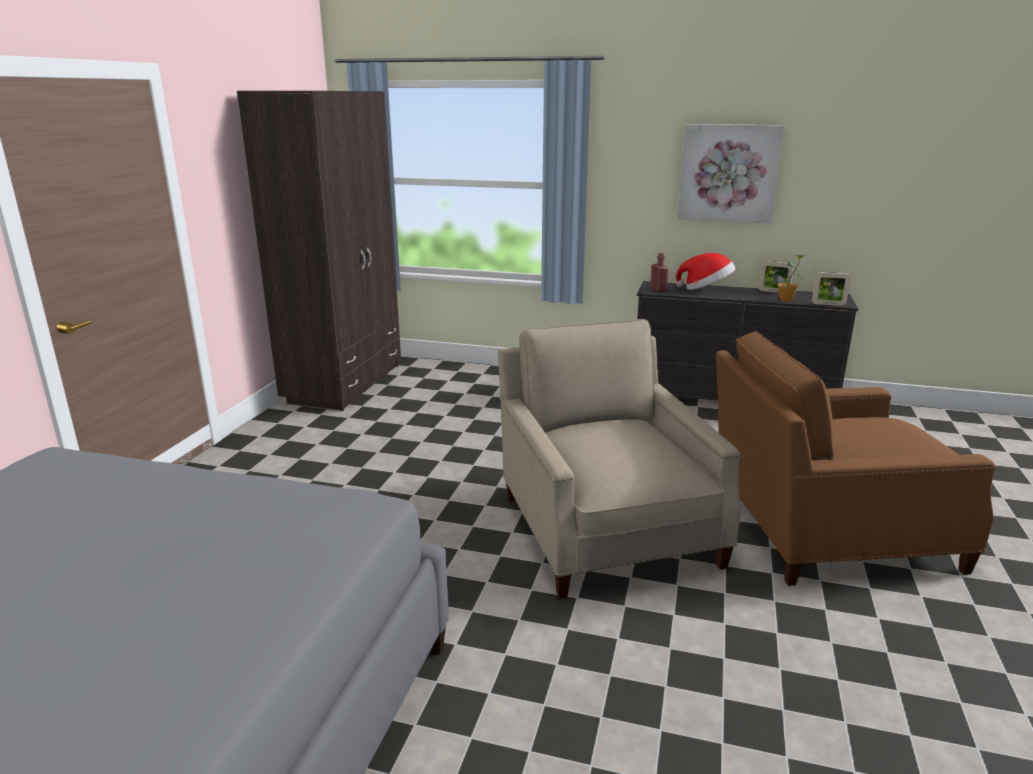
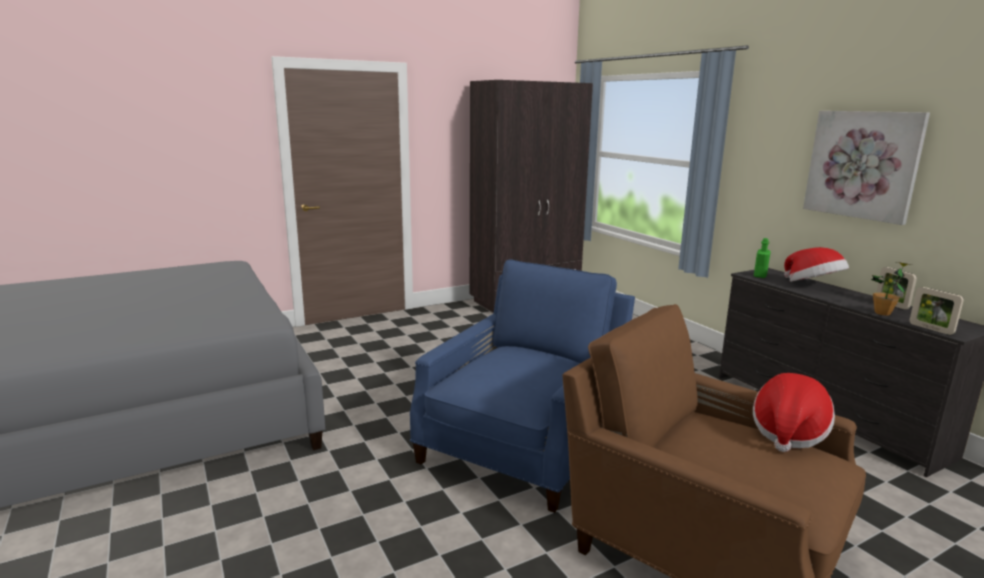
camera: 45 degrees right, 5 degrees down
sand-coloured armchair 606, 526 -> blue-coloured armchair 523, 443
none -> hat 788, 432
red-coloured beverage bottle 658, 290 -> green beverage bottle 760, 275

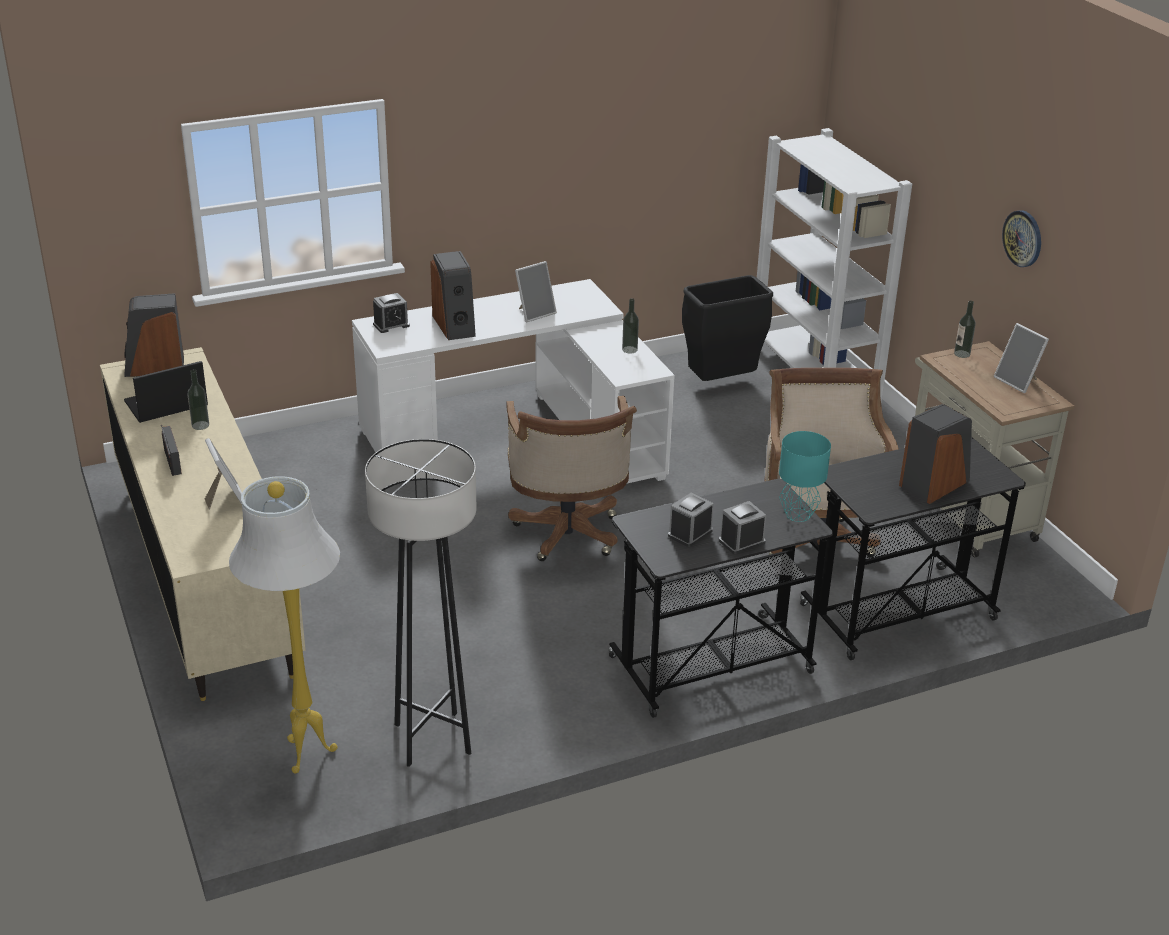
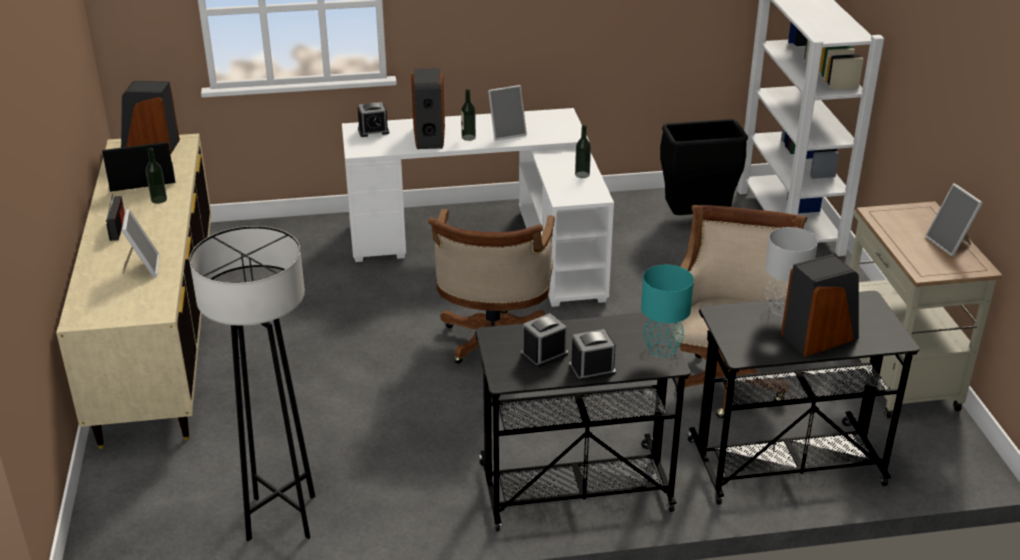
camera: 15 degrees right, 0 degrees up
beverage bottle 962, 354 -> beverage bottle 468, 137, shifted
none -> grey lamp for a table 782, 309
whitish floor lamp 304, 754 -> none
clock on the wall 1023, 238 -> none

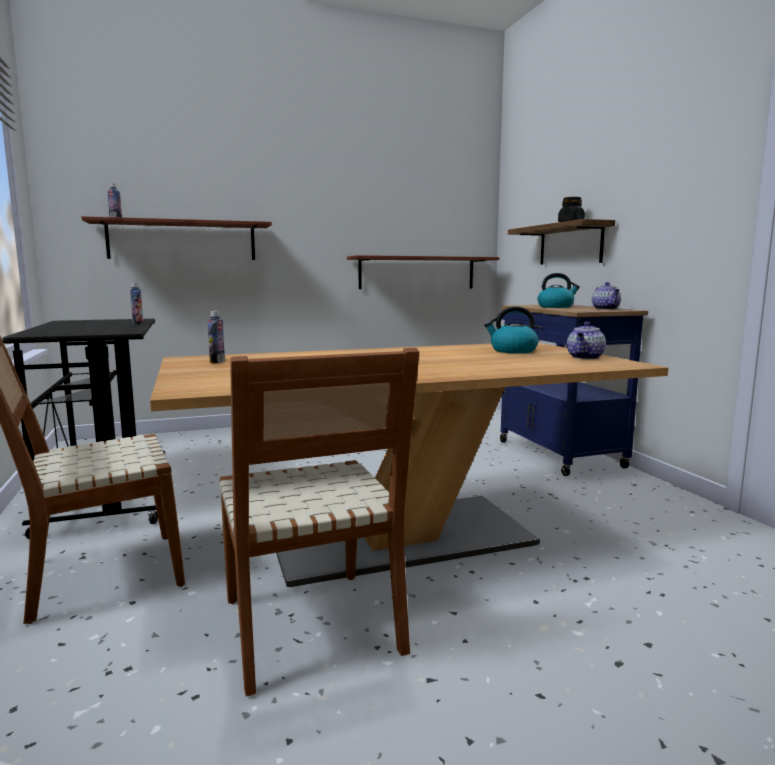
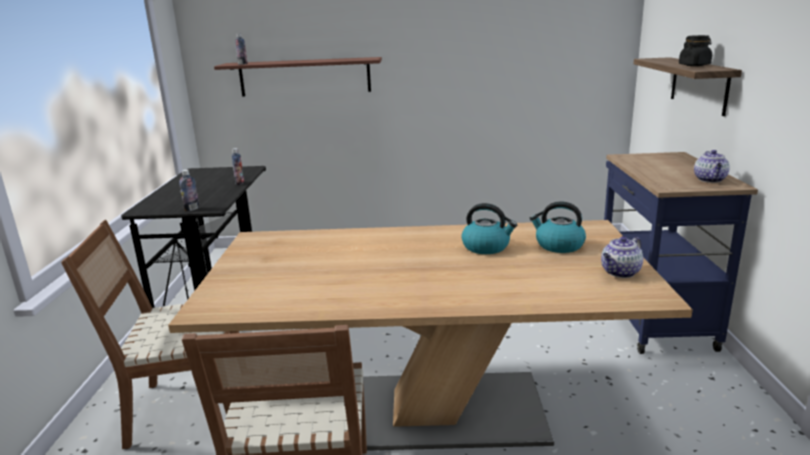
camera: 20 degrees right, 10 degrees up
beverage bottle 217, 362 -> beverage bottle 192, 209, shifted
tea kettle 556, 307 -> tea kettle 486, 247, shifted
bracket shelf 417, 273 -> none

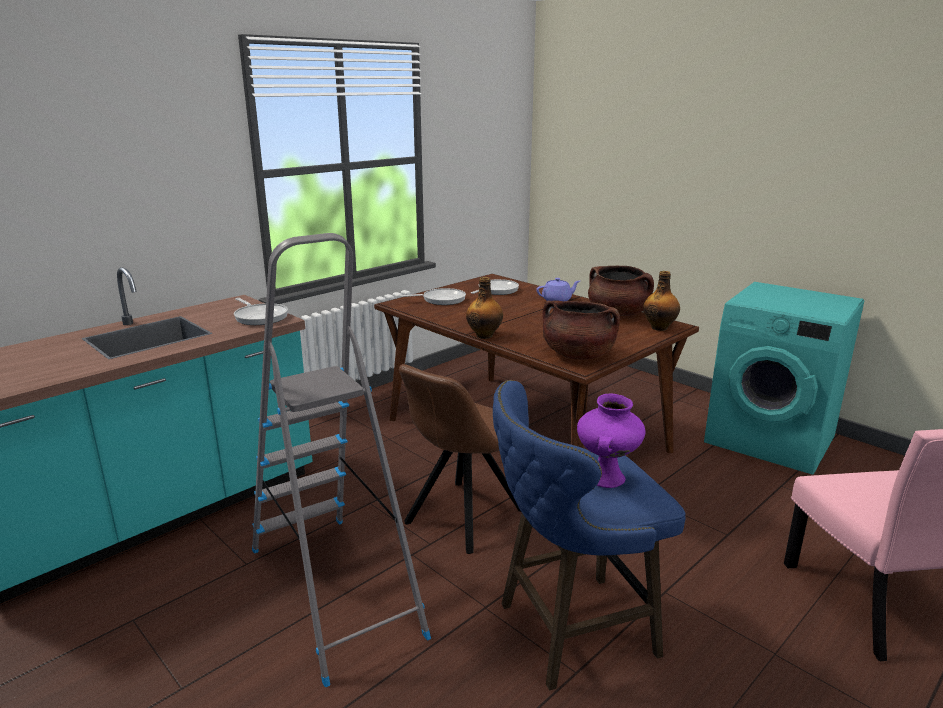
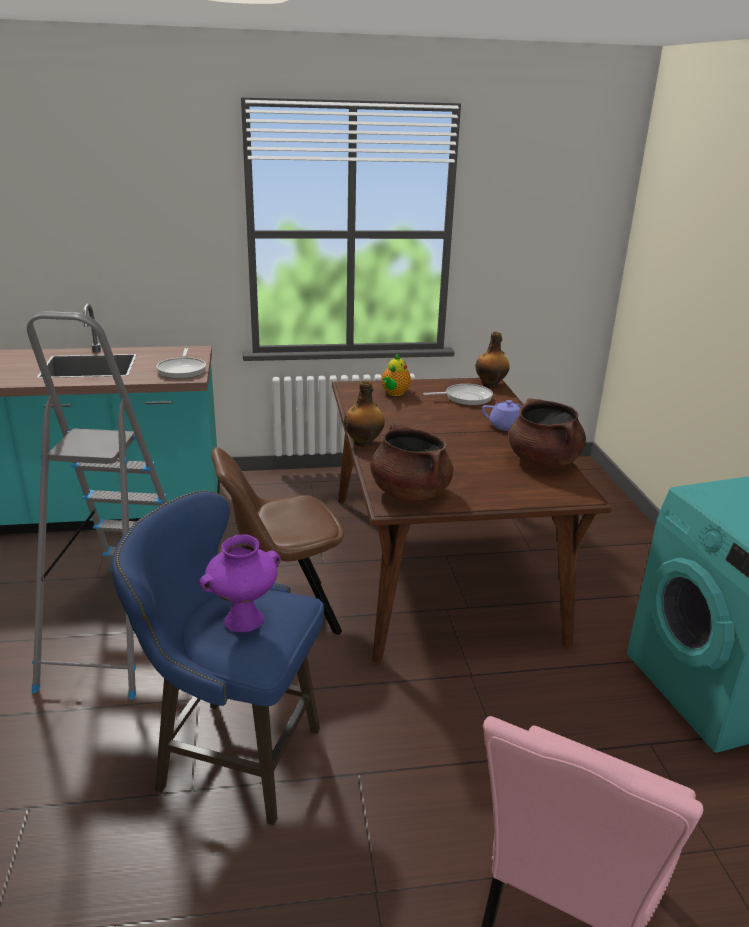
camera: 35 degrees right, 5 degrees up
skillet 441, 300 -> tea pot 394, 393
beverage bottle 659, 327 -> beverage bottle 491, 384, shifted

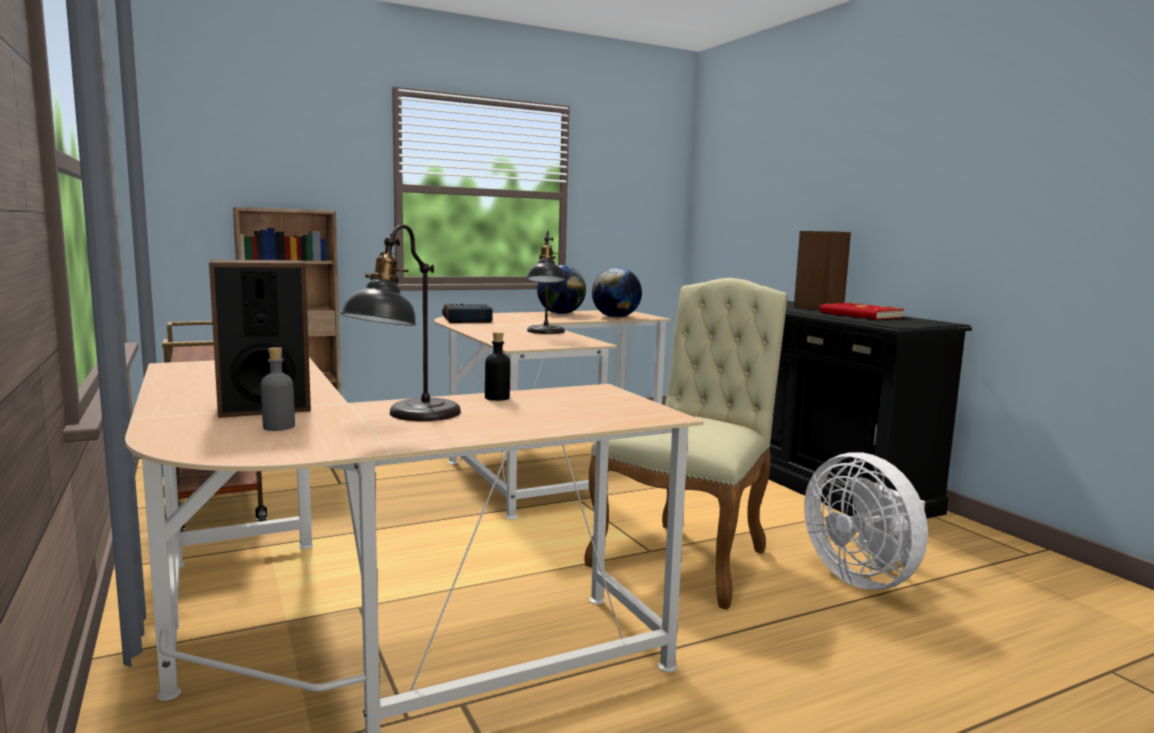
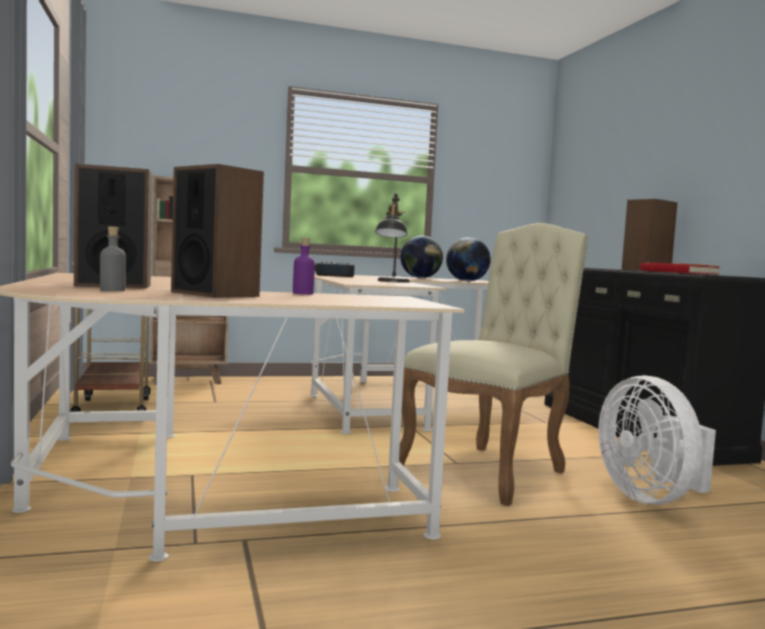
camera: 10 degrees right, 5 degrees down
grey lamp for a table 407, 419 -> audio speaker 215, 294
black beverage bottle 497, 398 -> purple-coloured beverage bottle 303, 293

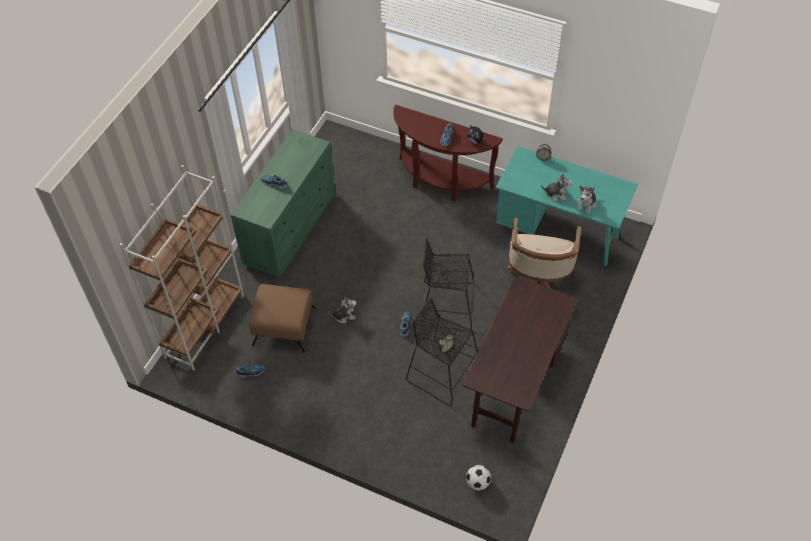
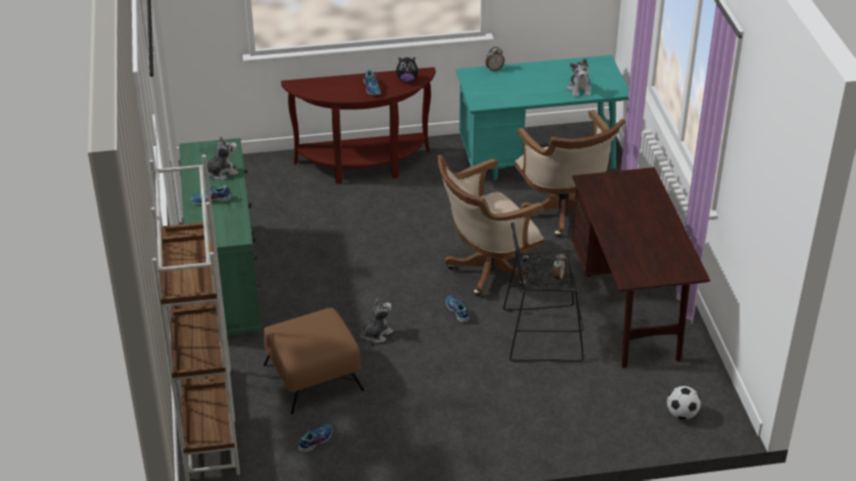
camera: 35 degrees left, 15 degrees down
cuddly toy 556, 194 -> cuddly toy 221, 172, shifted
black sitting stool 448, 305 -> computer chair 486, 272

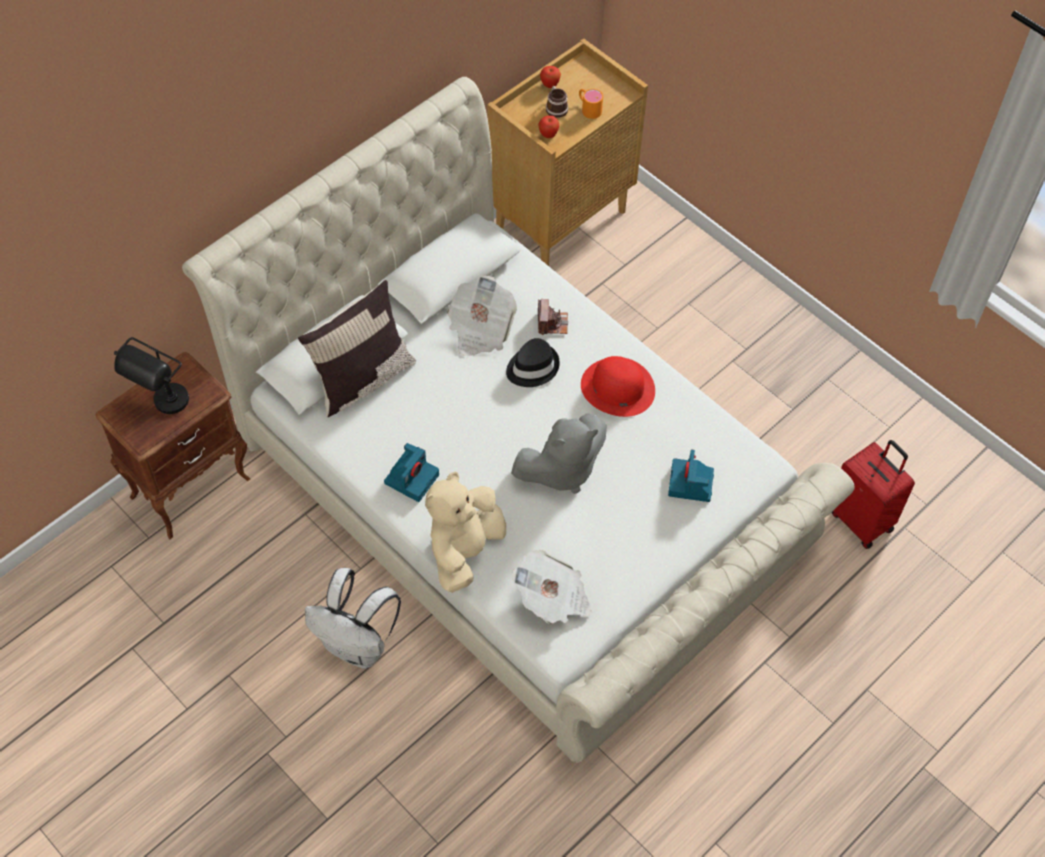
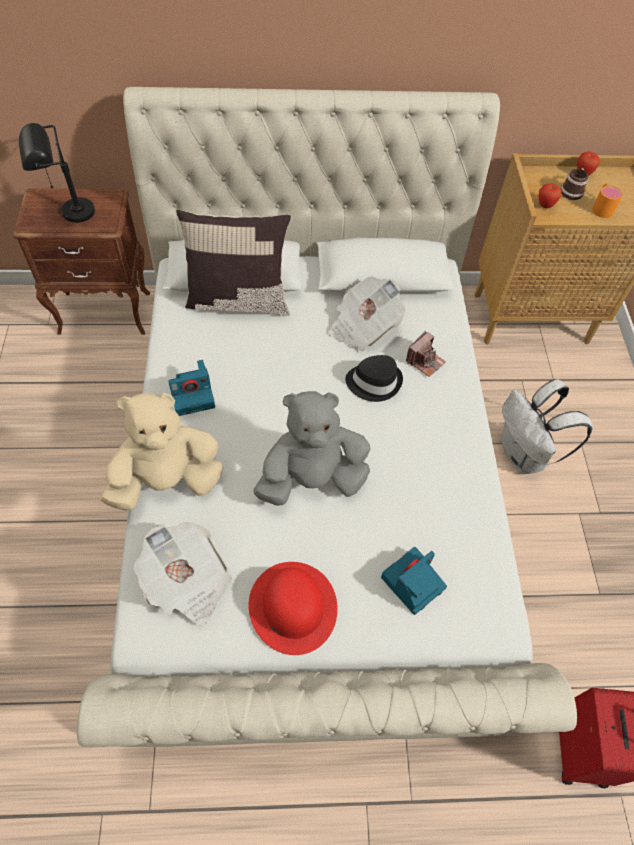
camera: 40 degrees right, 0 degrees up
red-coloured hat 617, 387 -> red-coloured hat 292, 606, shifted
grey cuddly toy 561, 469 -> grey cuddly toy 312, 479, 150 degrees clockwise
whitish backpack 358, 646 -> whitish backpack 524, 455, shifted

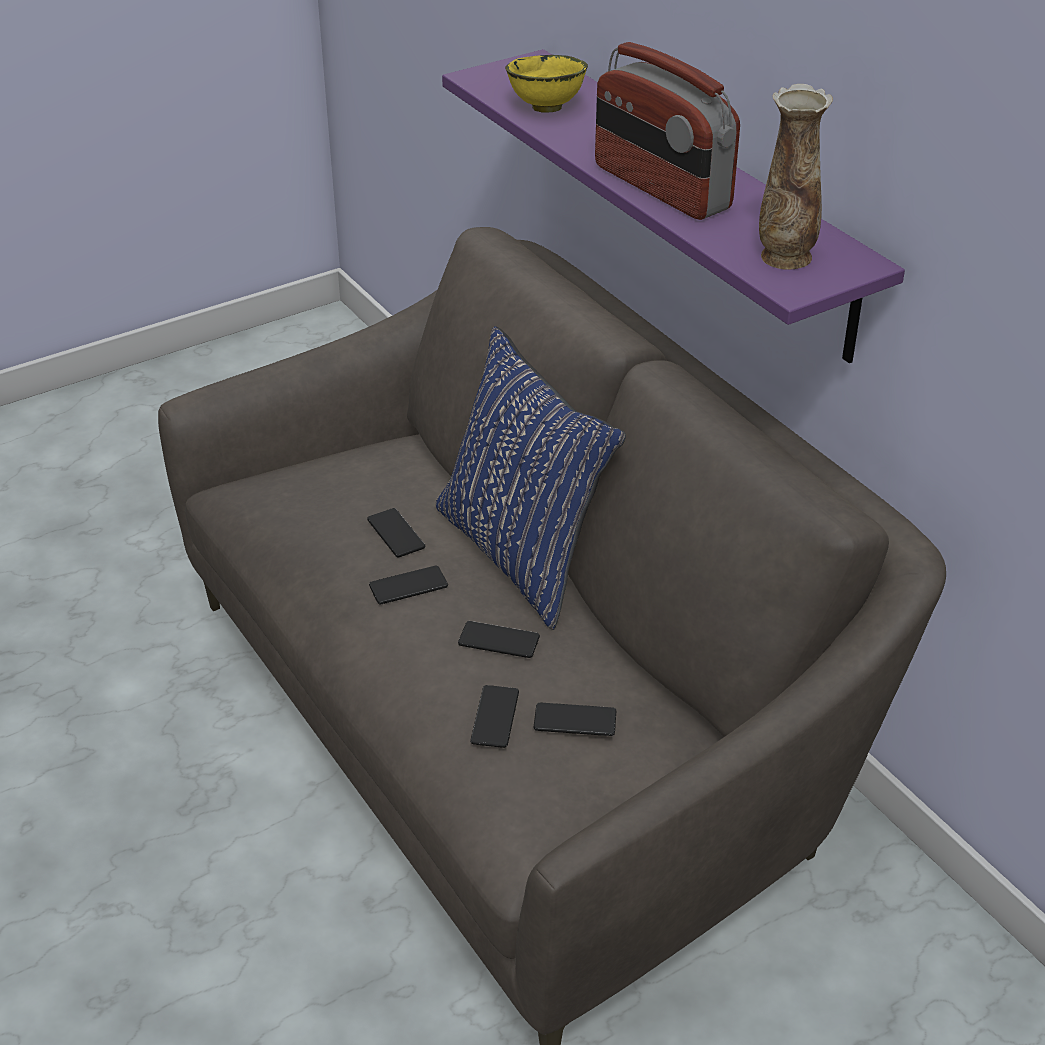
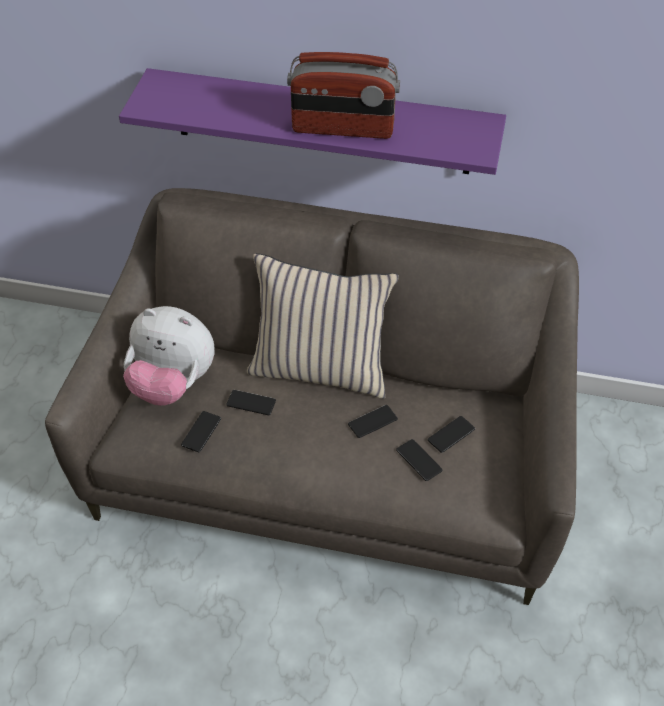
camera: 45 degrees left, 10 degrees up
none -> cuddly toy 172, 384
telephone 408, 586 -> telephone 201, 432, shifted
blue-coloured pillow 522, 553 -> sand-coloured pillow 320, 369
yellowish deep dish 544, 108 -> none
decorative vase 785, 258 -> none

